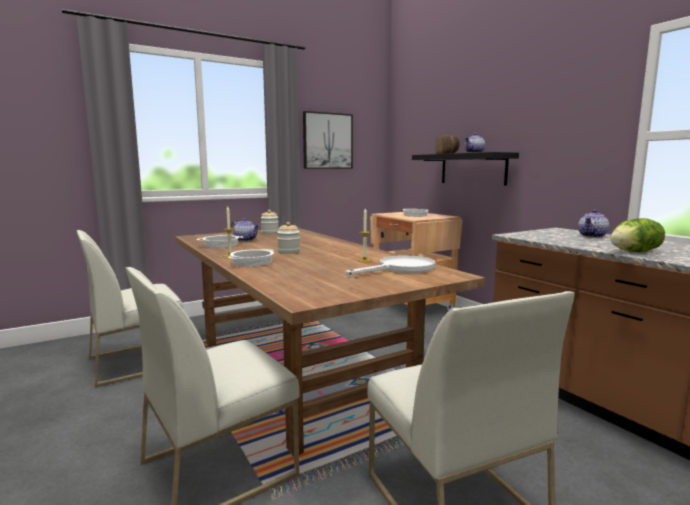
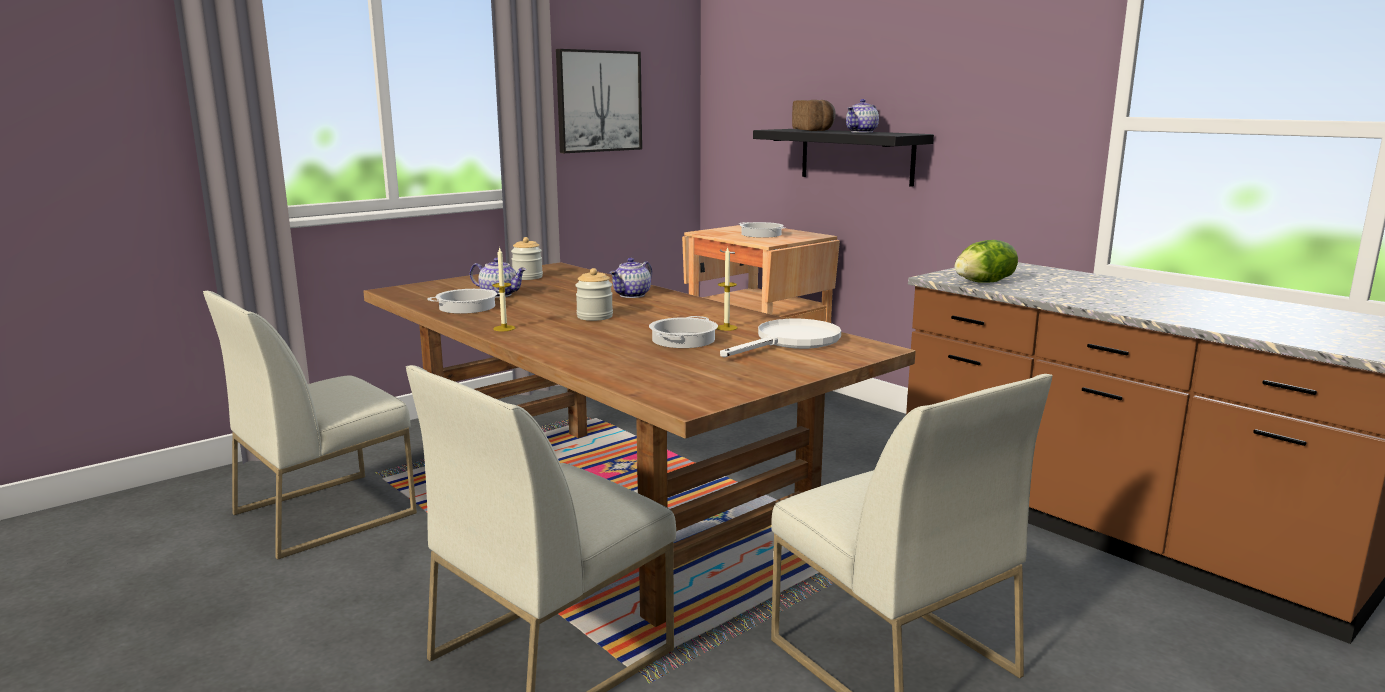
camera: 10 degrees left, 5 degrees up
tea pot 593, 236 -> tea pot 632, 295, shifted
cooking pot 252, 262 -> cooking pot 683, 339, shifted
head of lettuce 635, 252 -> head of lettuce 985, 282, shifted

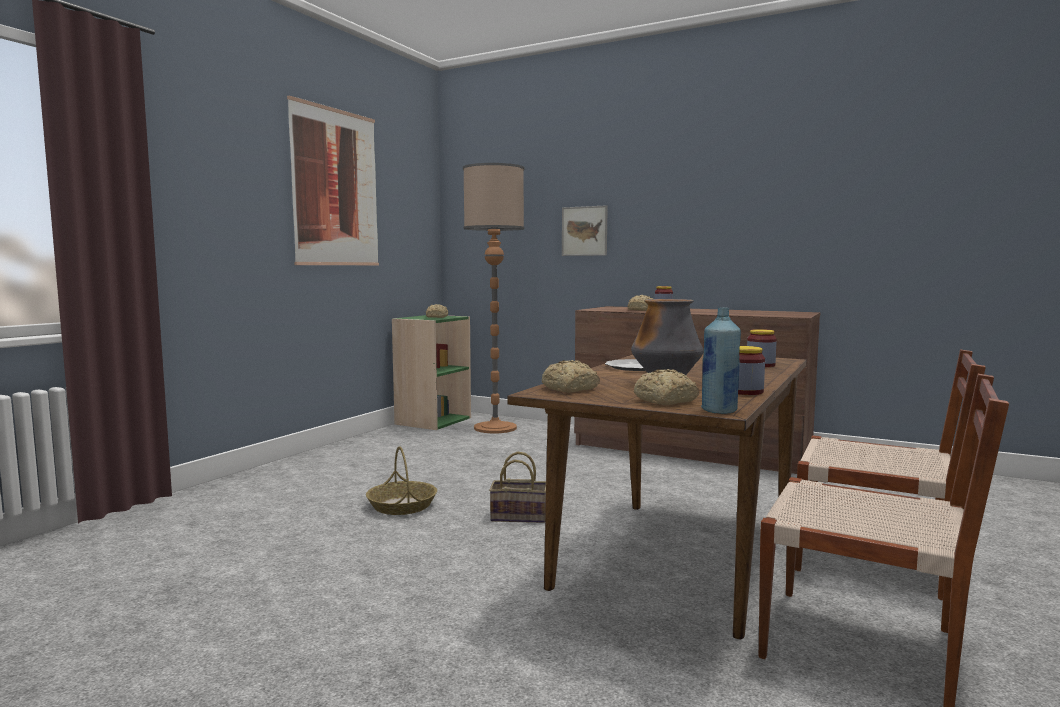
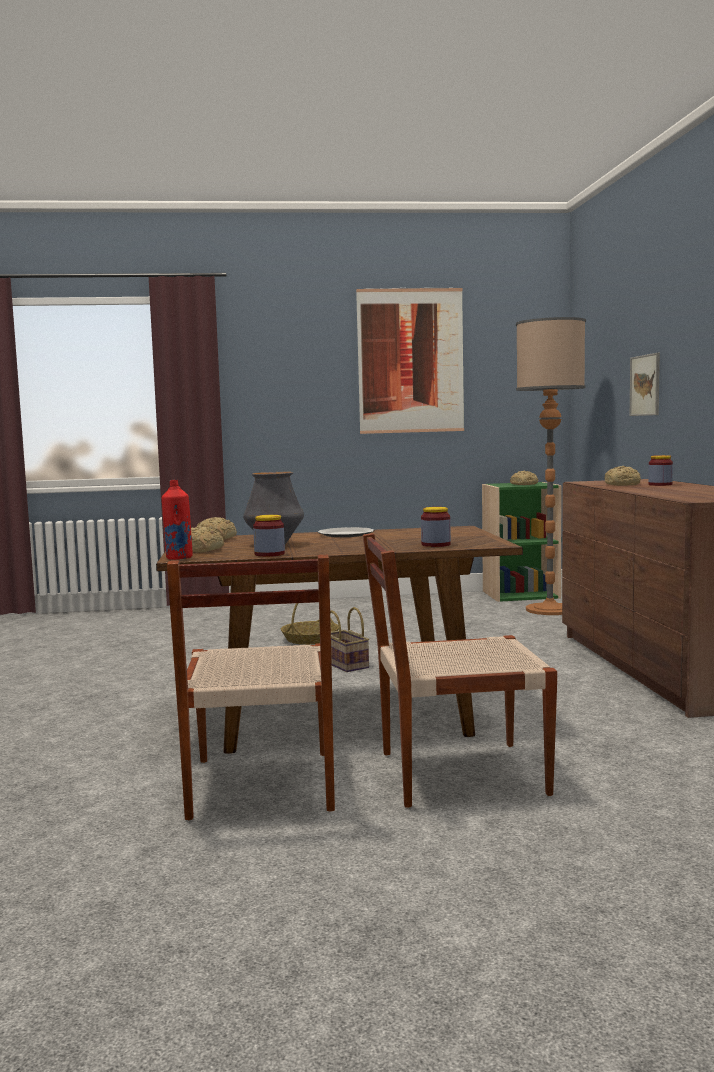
camera: 55 degrees right, 0 degrees up
blue-coloured beverage bottle 719, 410 -> red-coloured beverage bottle 178, 558
chair 875, 563 -> chair 456, 774, 90 degrees clockwise

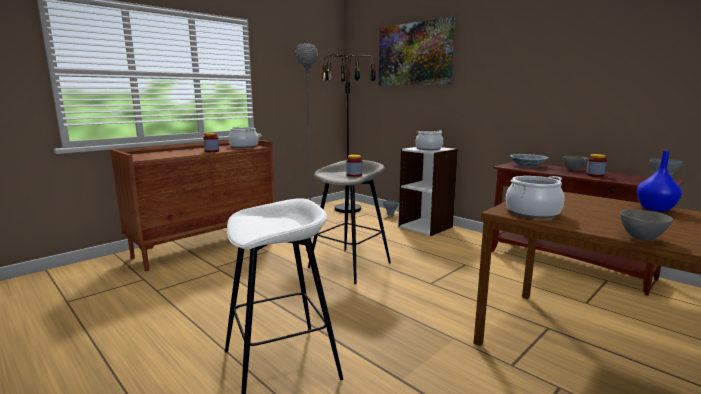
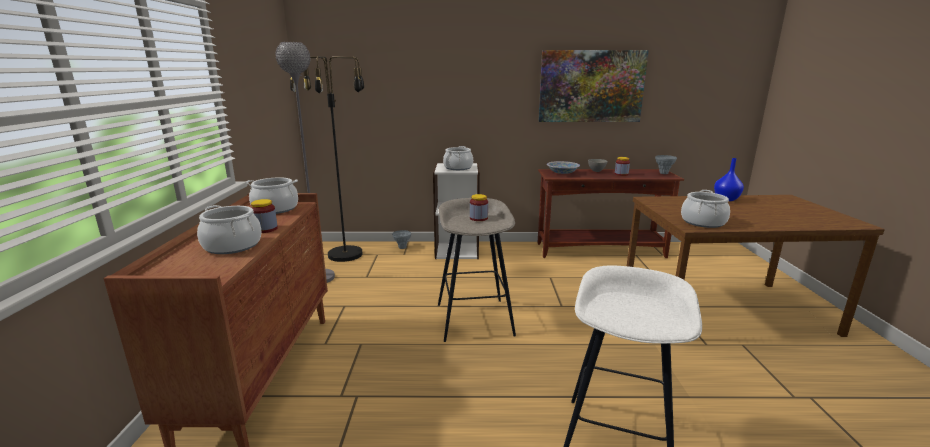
camera: 45 degrees left, 5 degrees up
none -> cooking pot 232, 246
picture 414, 54 -> picture 591, 86, shifted
grey deep dish 641, 238 -> none

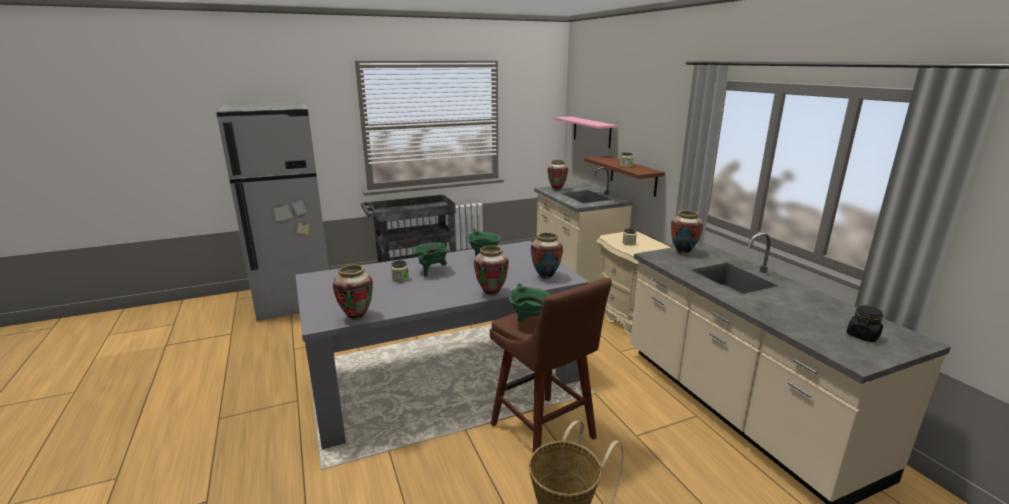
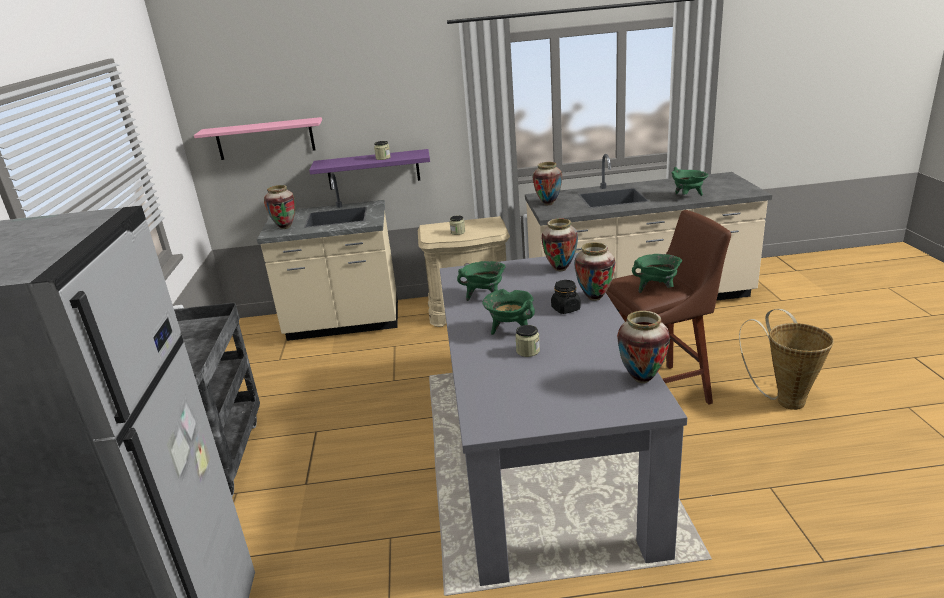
camera: 70 degrees left, 5 degrees up
brownish bracket shelf 633, 175 -> purple-coloured bracket shelf 373, 170
black storage jar 862, 336 -> black storage jar 565, 309, shifted
none -> green cooking pot 687, 196

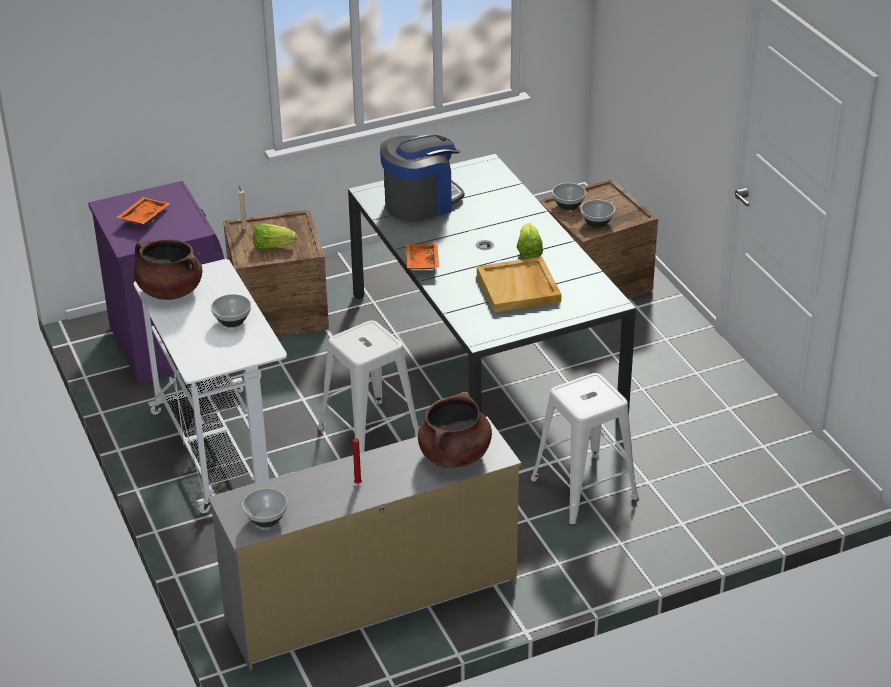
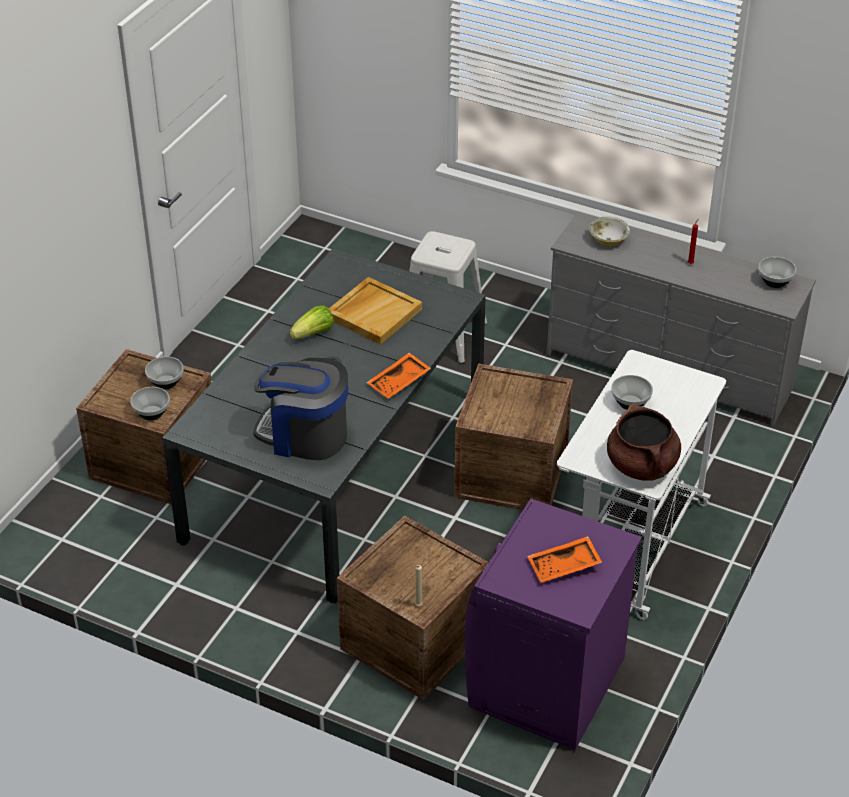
camera: 130 degrees left, 5 degrees up
whitish sitting stool 369, 434 -> shipping crate 511, 473
brownish cooking pot 454, 455 -> deep dish 608, 240
head of lettuce 272, 246 -> none

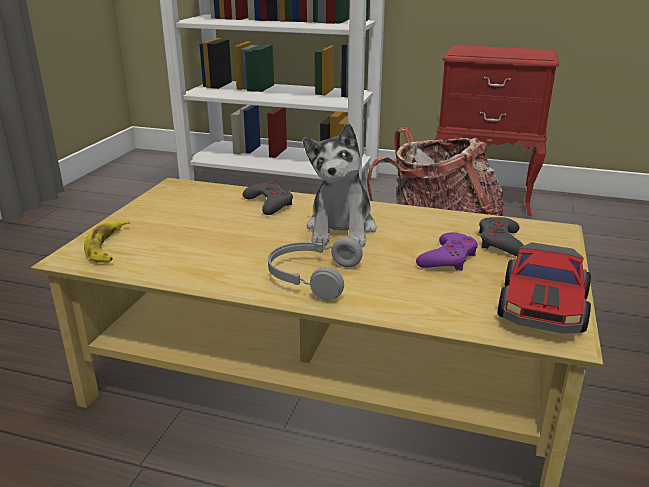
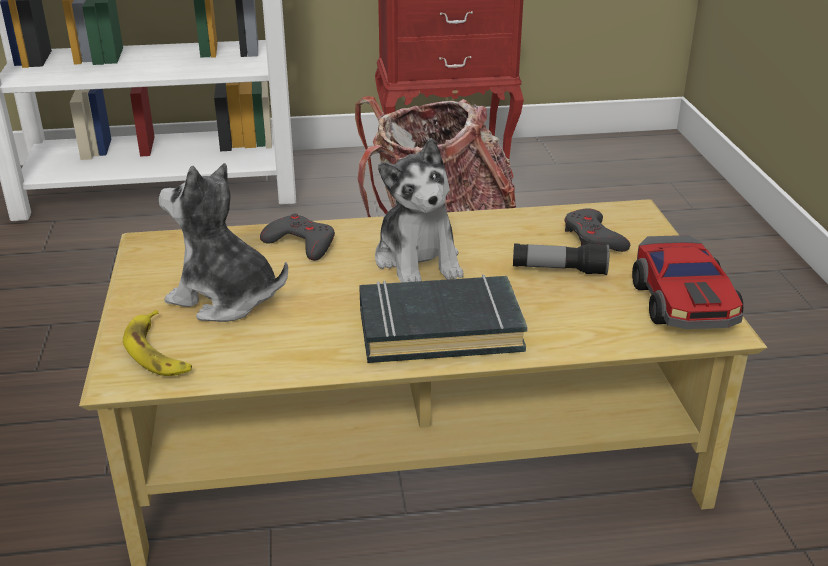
camera: 25 degrees left, 5 degrees up
none -> cuddly toy 225, 299
grey pair of headphones 311, 277 -> black bound book 439, 328
purple-coloured gamepad 448, 258 -> flashlight 559, 270

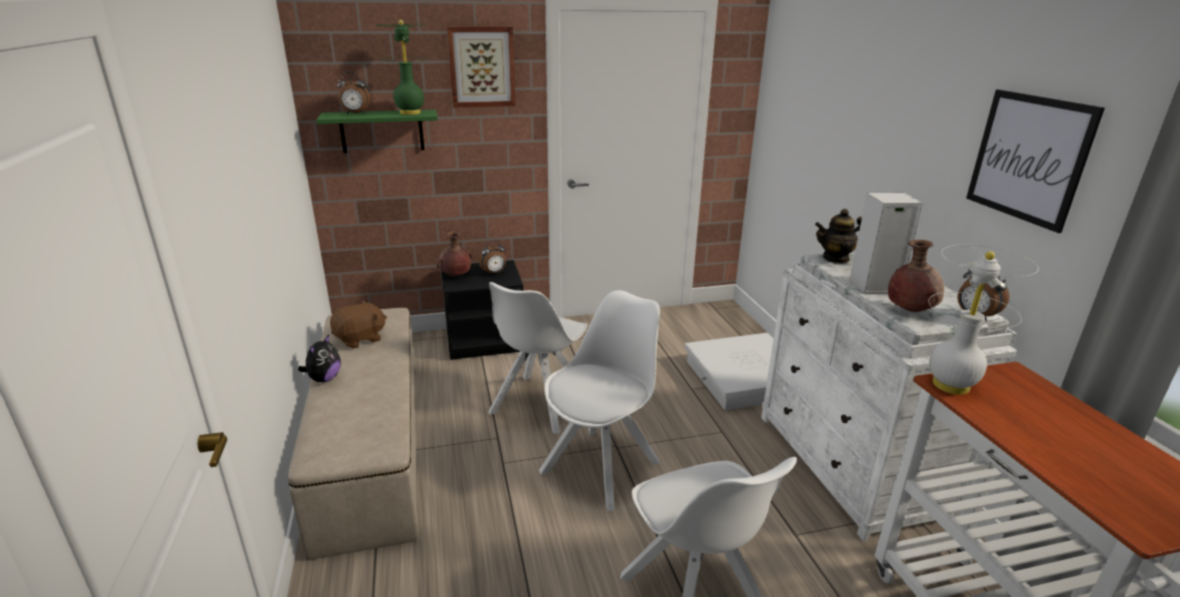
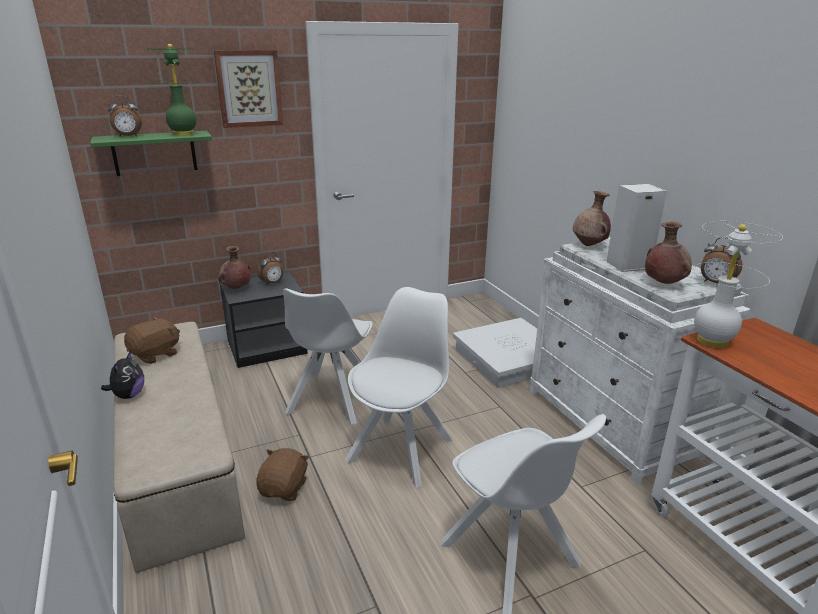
camera: 10 degrees left, 0 degrees up
none -> brownish cuddly toy 284, 488
tea pot 836, 258 -> brownish decorative vase 589, 245
picture 1028, 158 -> none

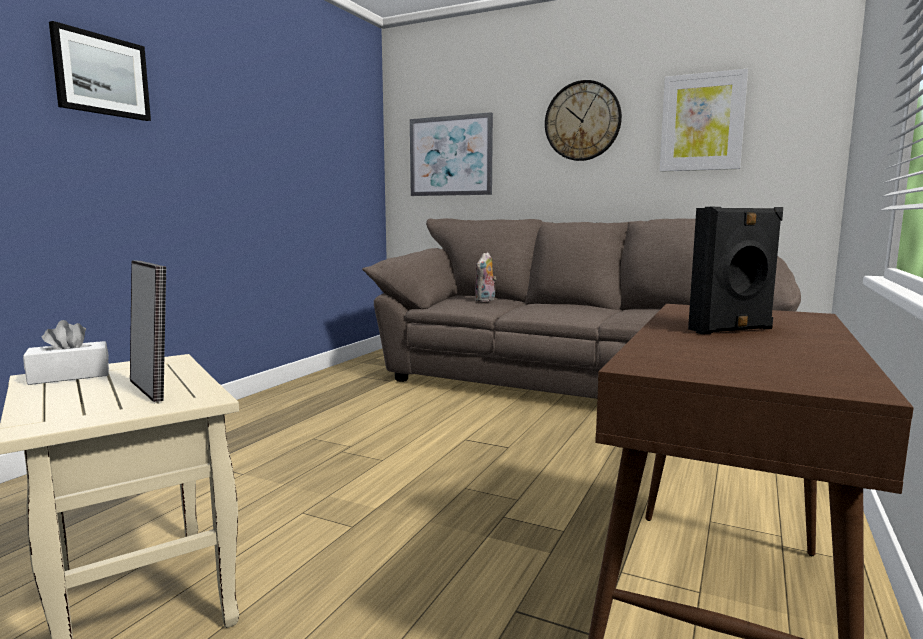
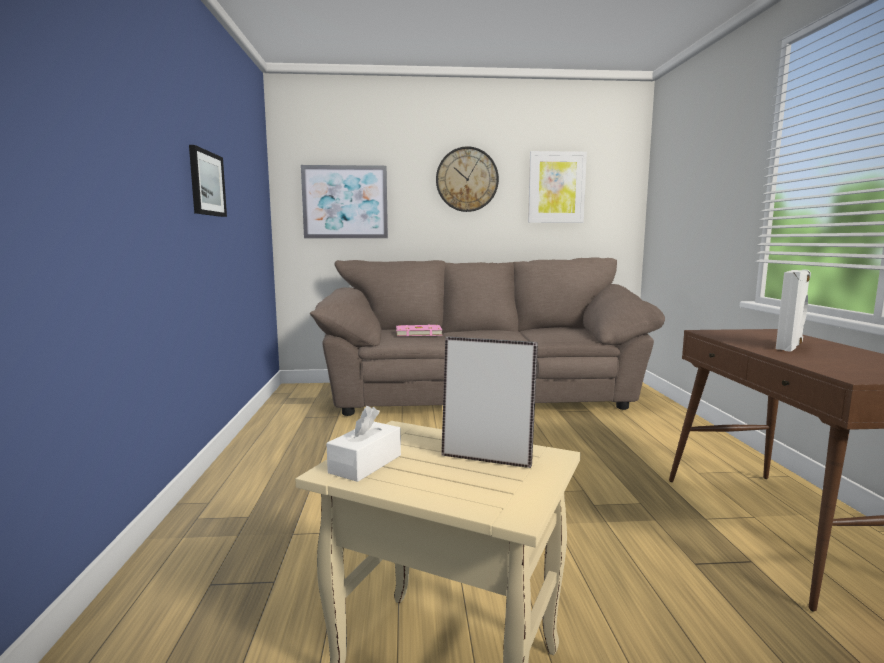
camera: 30 degrees left, 0 degrees up
picture 101, 75 -> picture 206, 183, shifted
cuddly toy 485, 300 -> pink-coloured bound book 418, 333
black audio speaker 732, 330 -> whitish audio speaker 790, 346

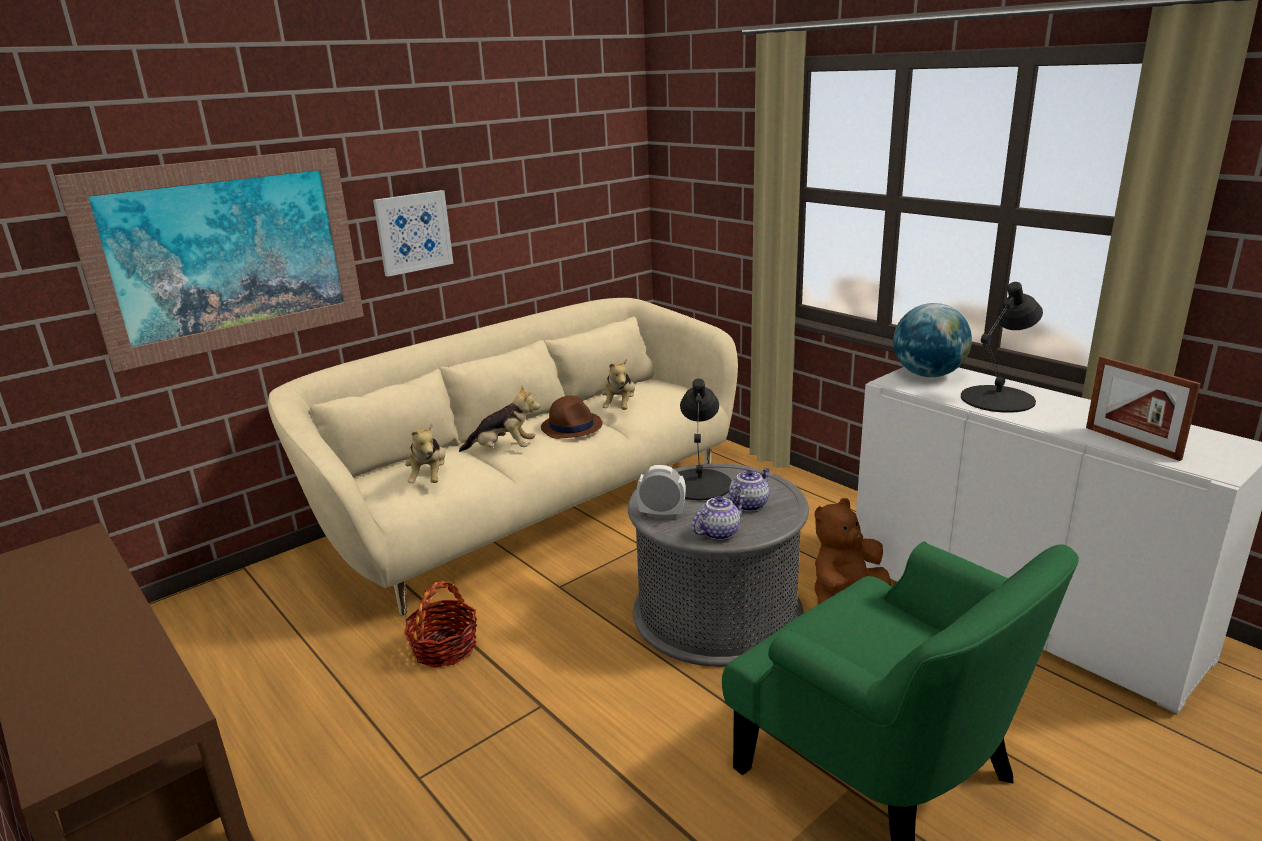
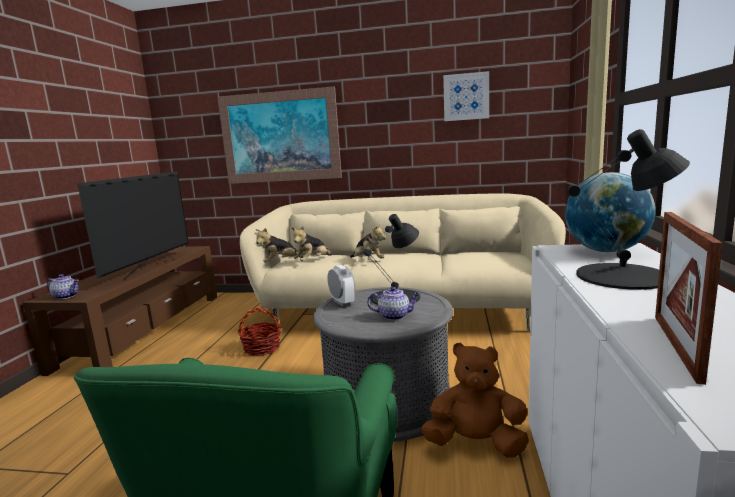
camera: 50 degrees right, 10 degrees down
tea pot 718, 532 -> tea pot 66, 296, shifted
none -> TV set 150, 268
cuddly toy 620, 406 -> cuddly toy 280, 263, shifted
picture 413, 232 -> picture 466, 97, shifted
brownish hat 572, 426 -> none

